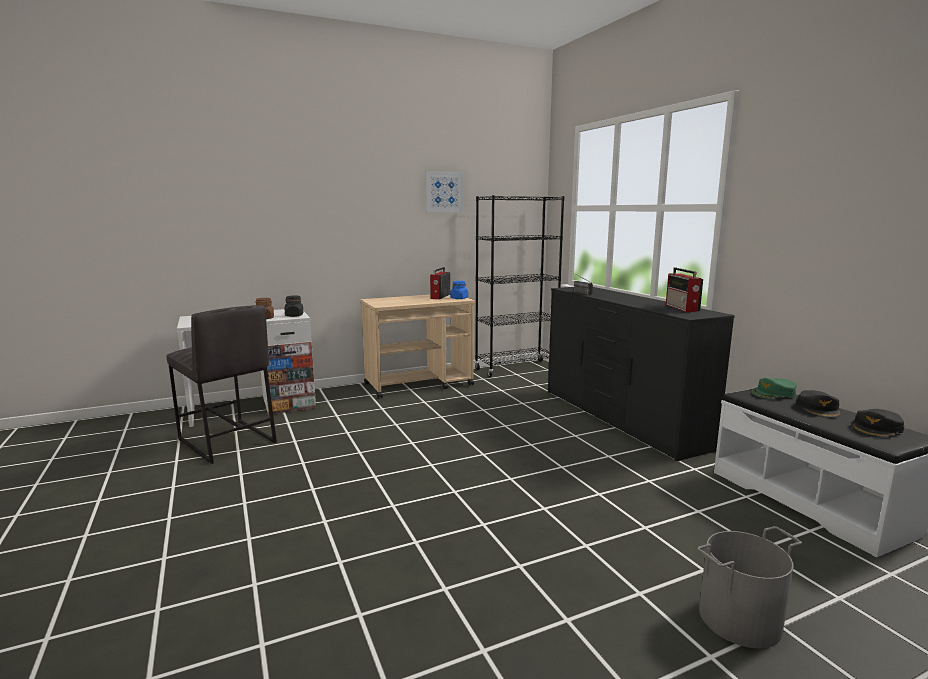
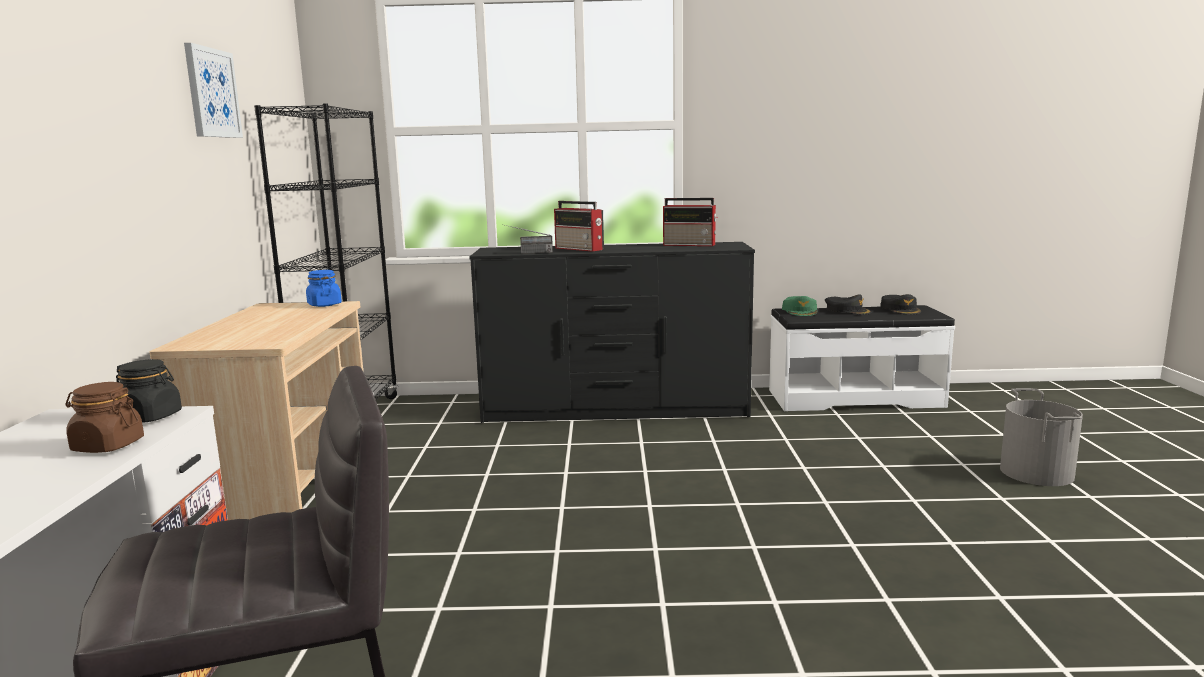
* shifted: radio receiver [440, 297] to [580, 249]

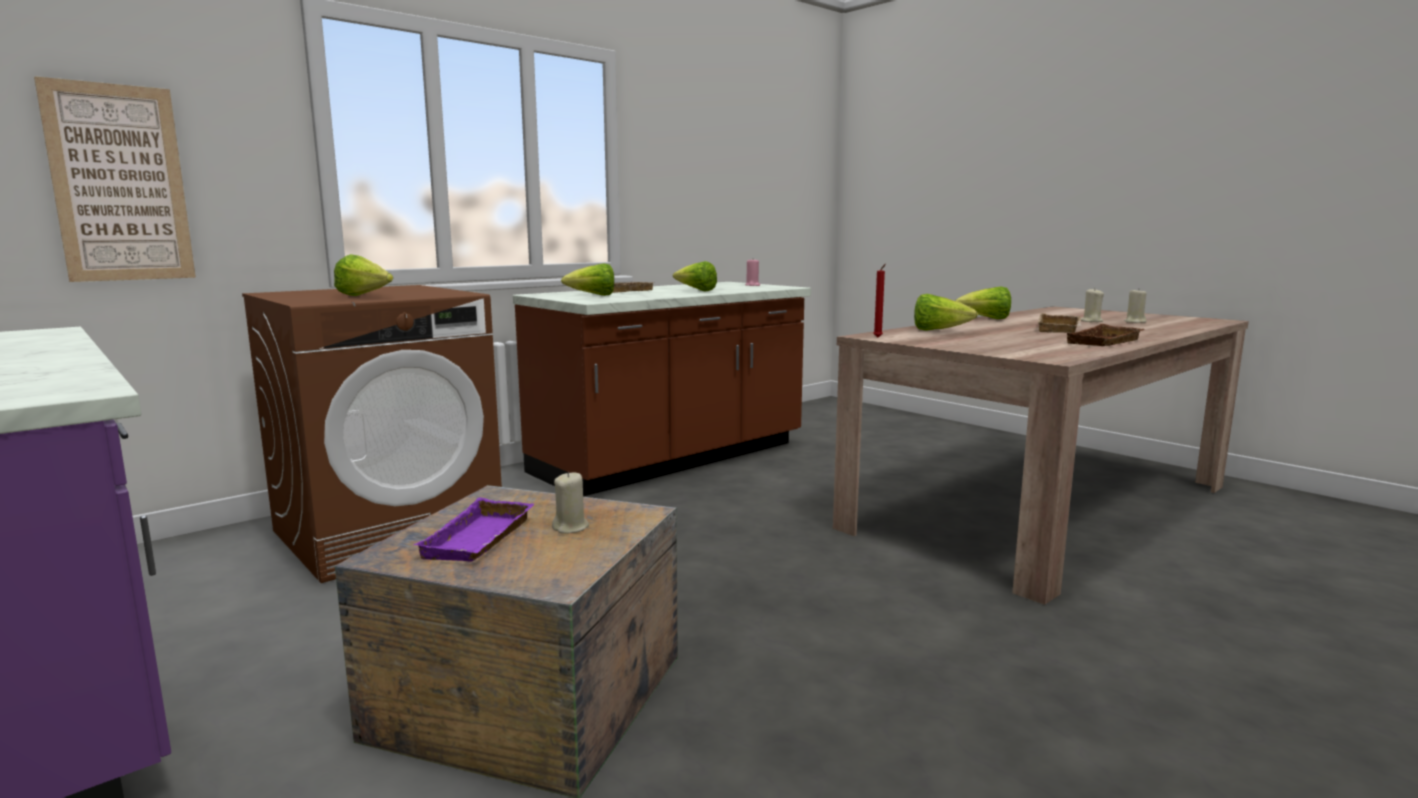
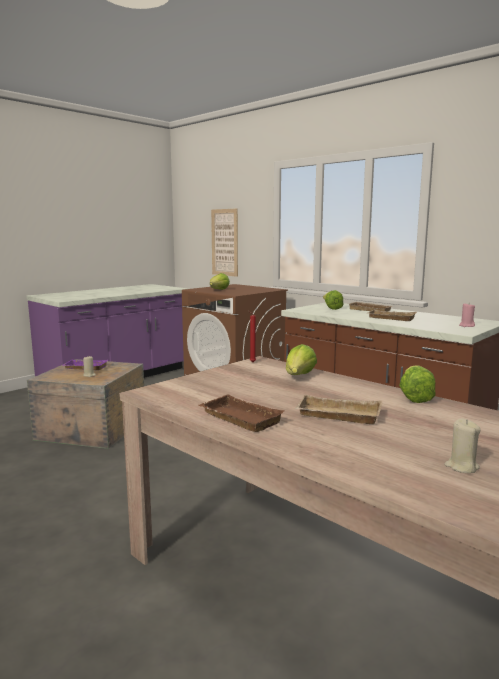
* swapped: head of lettuce [696, 291] to serving tray/sand-coloured [390, 318]
* gone: candle/sand-coloured [1091, 321]

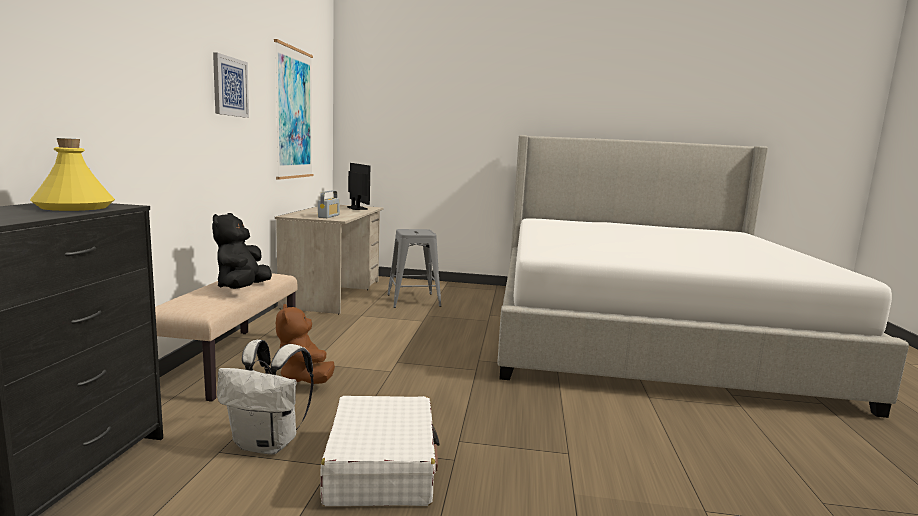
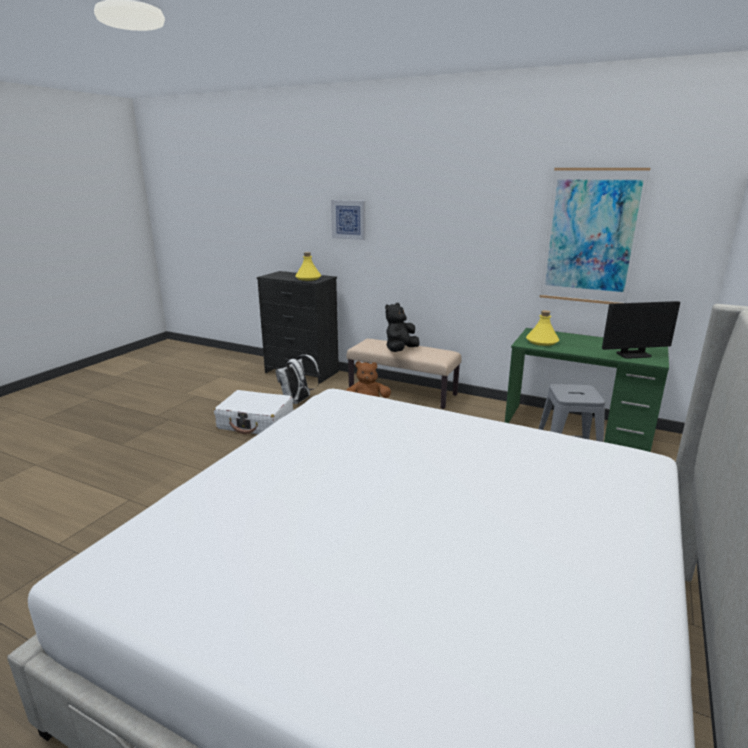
* rotated: soft toy/black-coloured [242, 288] = [400, 350] 75 degrees counterclockwise
* shifted: wall art [230, 86] to [348, 219]
* repainted: desk table/sand-coloured [333, 294] to desk table/green [577, 429]
* swapped: radio receiver [328, 216] to drink bottle/yellowish [542, 341]

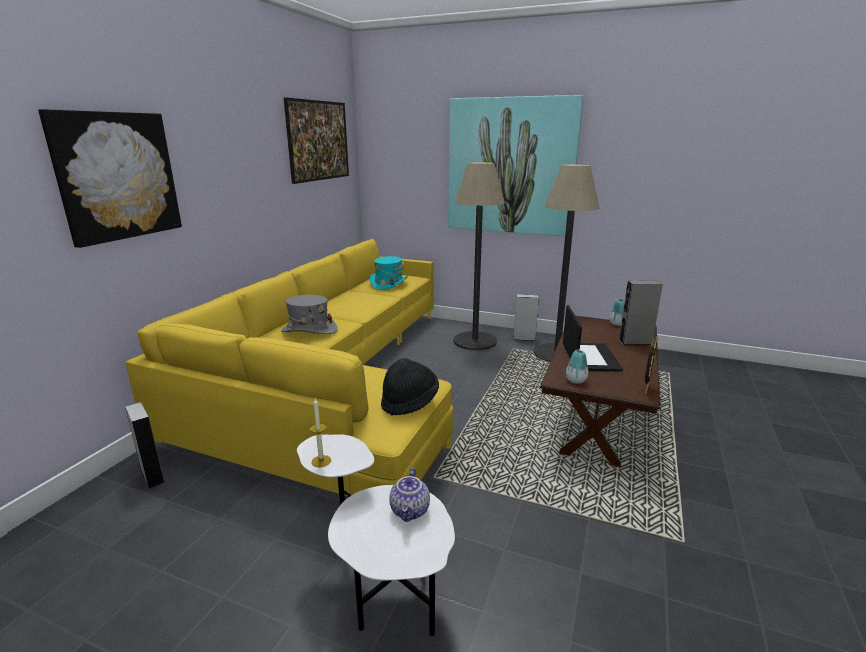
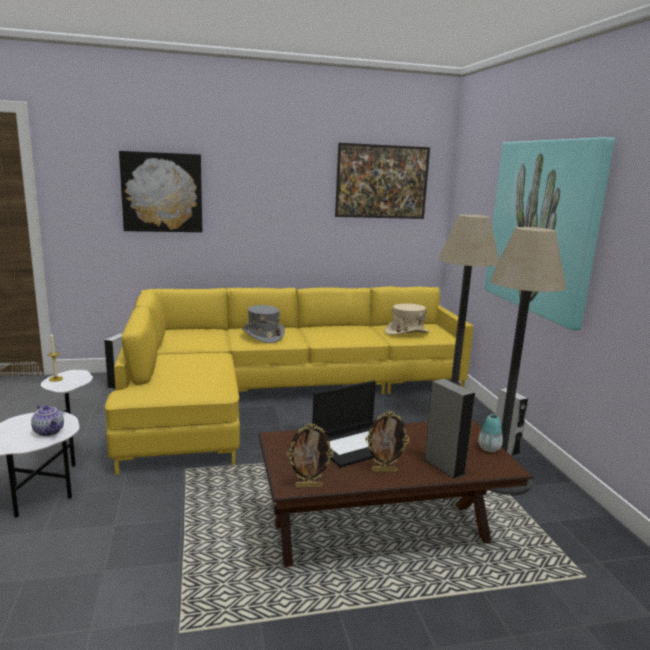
* repainted: wearable hat/turquoise [388, 284] to wearable hat/sand-coloured [407, 332]
* gone: wearable hat/black-coloured [409, 402]
* rotated: tea pot [411, 511] = [49, 431] 105 degrees counterclockwise
* gone: vase [576, 380]
* new: photo frame [384, 470]

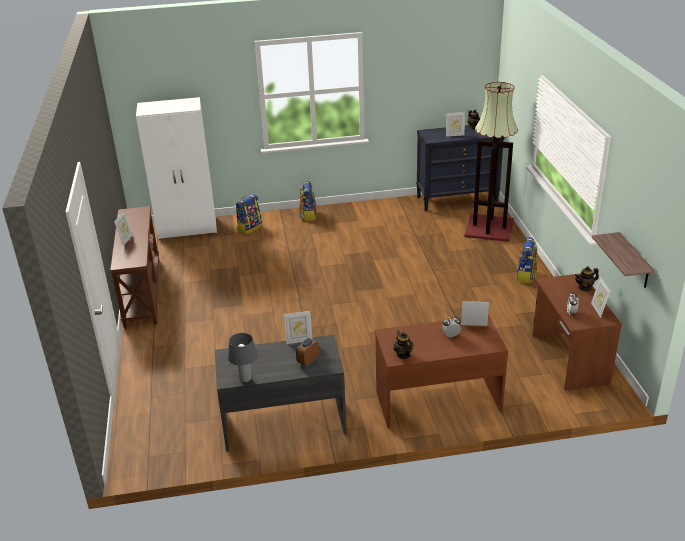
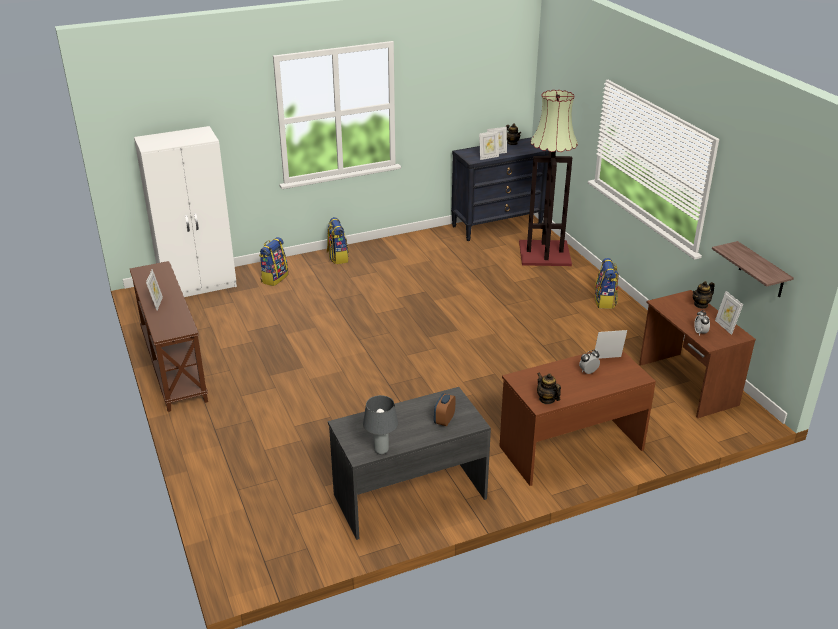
* shifted: photo frame [299, 340] to [488, 157]

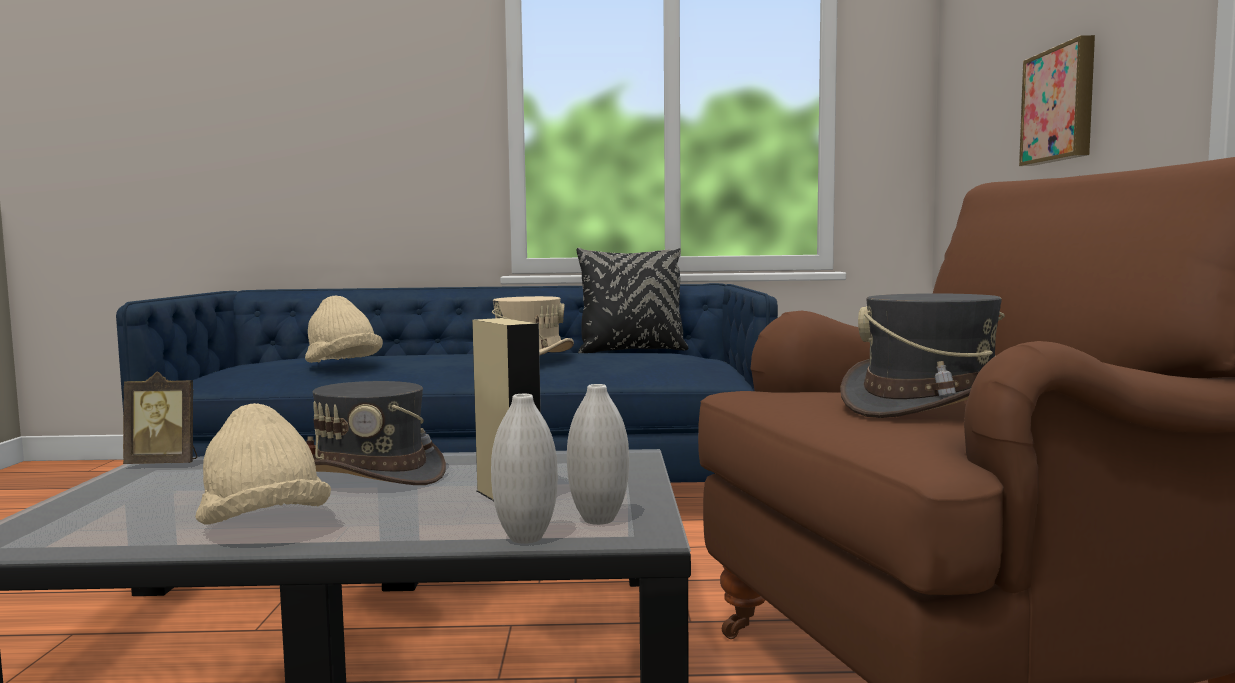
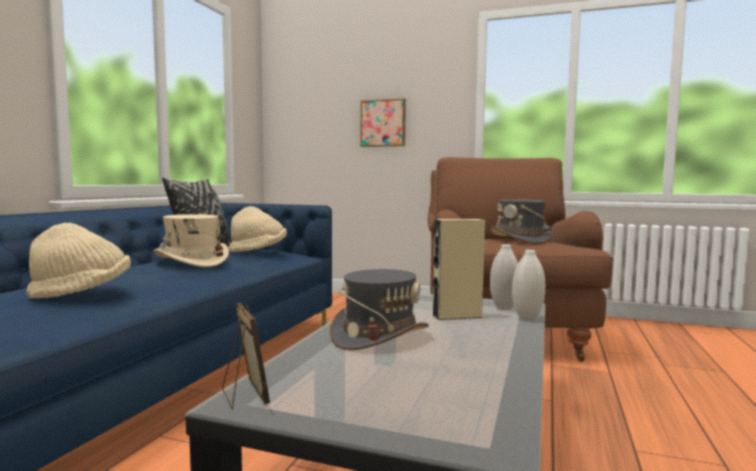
* rotated: photo frame [165, 463] = [244, 396] 45 degrees counterclockwise
* shifted: wearable hat/sand-coloured [263, 527] to [258, 251]

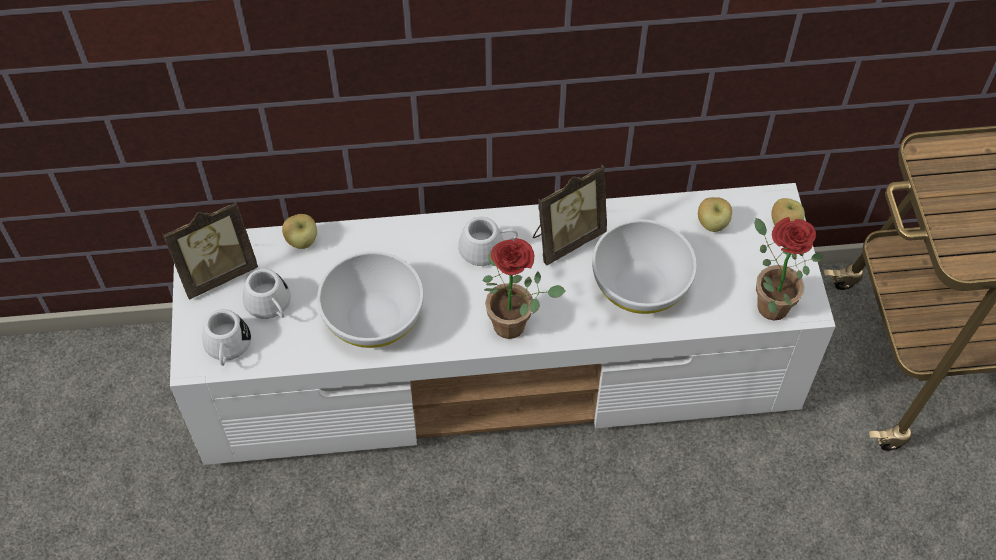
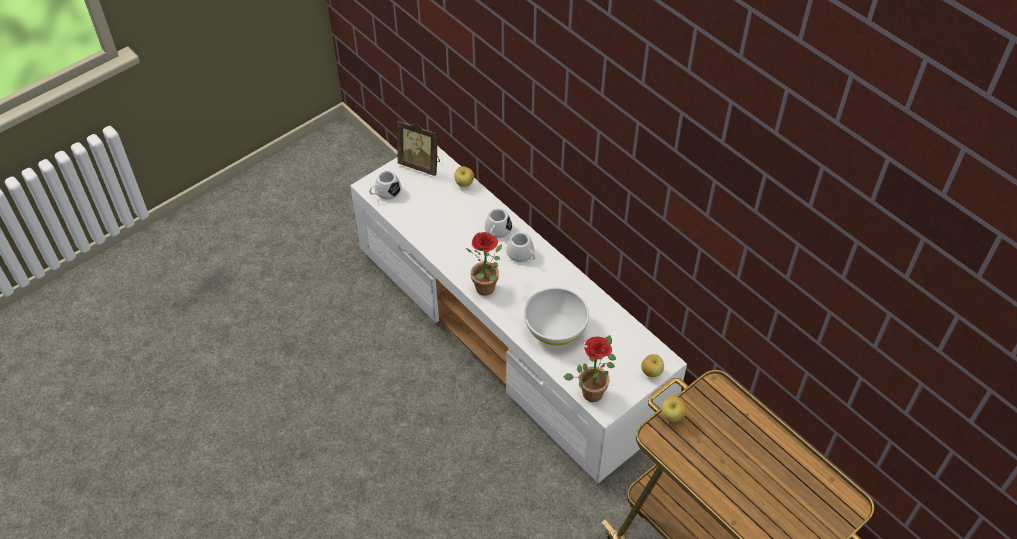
* shifted: coffee mug/whitish [271, 306] to [496, 231]
* gone: deep dish/whitish [374, 317]
* gone: photo frame [566, 238]
* shifted: whole apple [712, 224] to [672, 416]

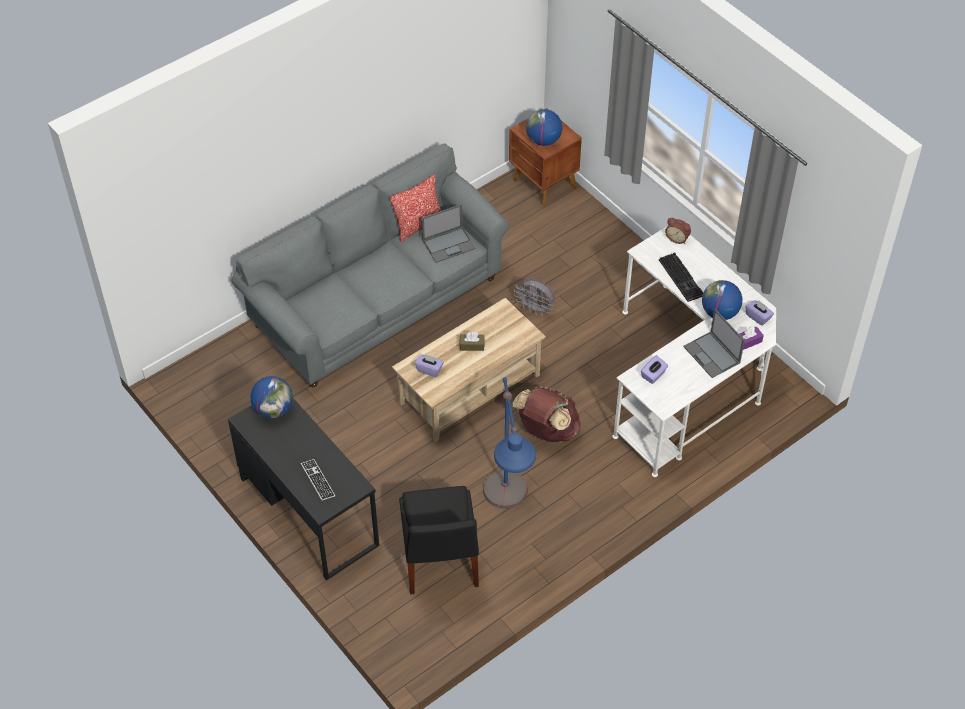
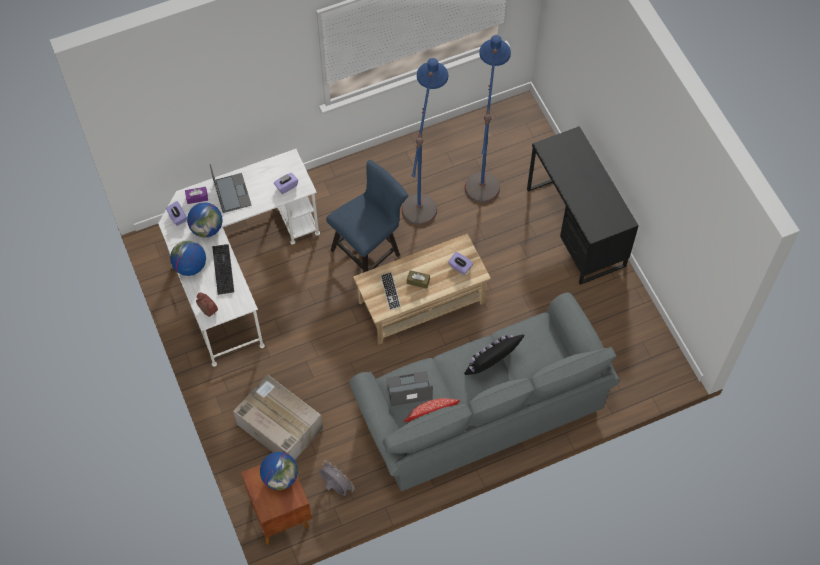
* shifted: world globe [274, 409] to [190, 266]
* shifted: PC keyboard [318, 480] to [390, 291]
* swapped: upright chair/black-coloured [439, 562] to standing lamp/blue [484, 167]
* swapped: rucksack/brownish [547, 430] to upright chair/blue [369, 250]
* shifted: electric fan/grey [535, 309] to [335, 486]
* new: cardboard box [279, 426]
* new: throw pillow/black-coloured [492, 366]

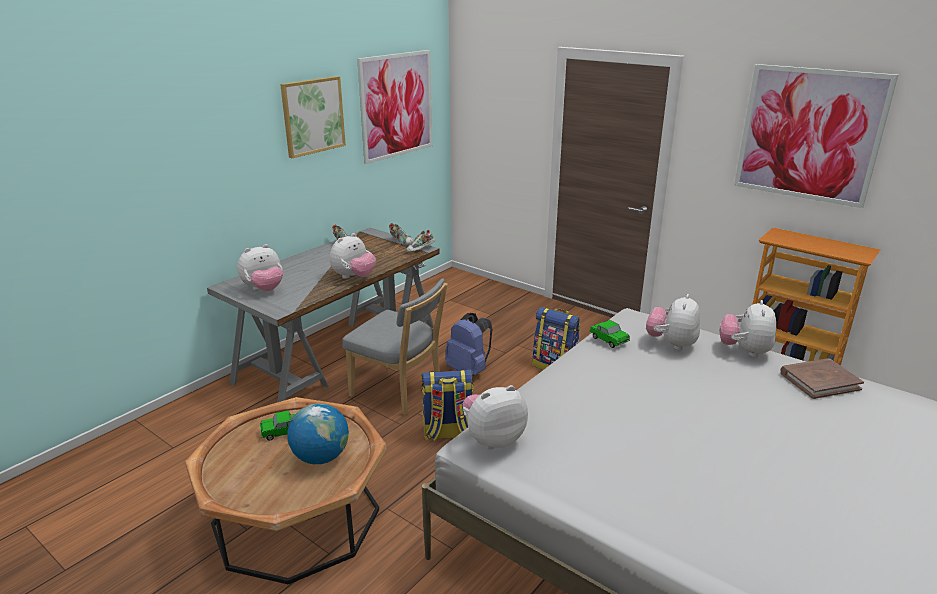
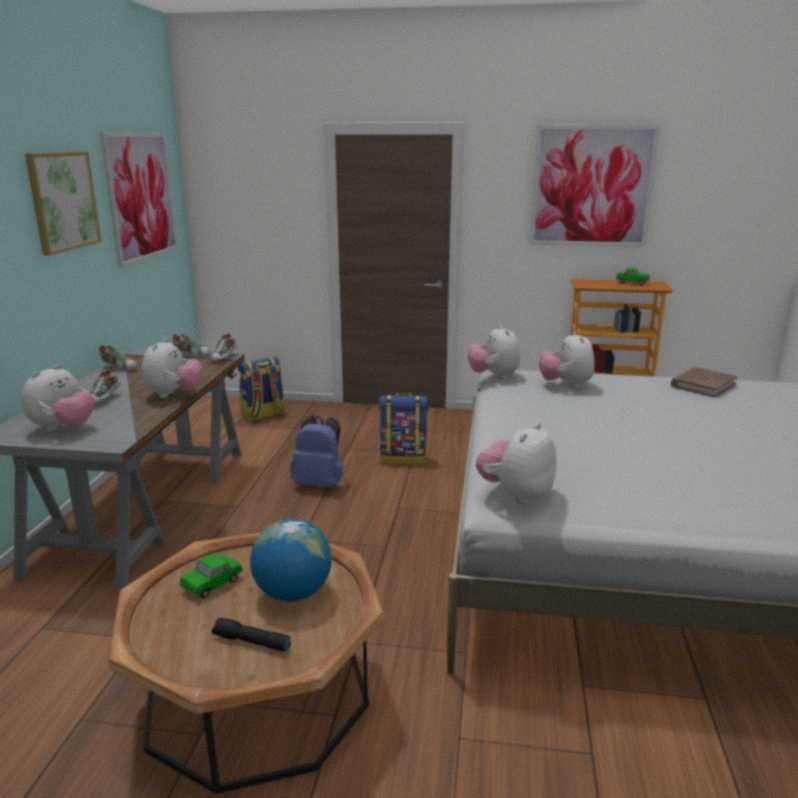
* gone: upright chair/grey [399, 392]
* shifted: rucksack [447, 433] to [263, 415]
* shifted: toy car [609, 340] to [632, 283]
* shifted: soft toy [744, 351] to [493, 376]
* new: shoe [105, 400]
* new: hand torch/black-coloured [251, 642]

